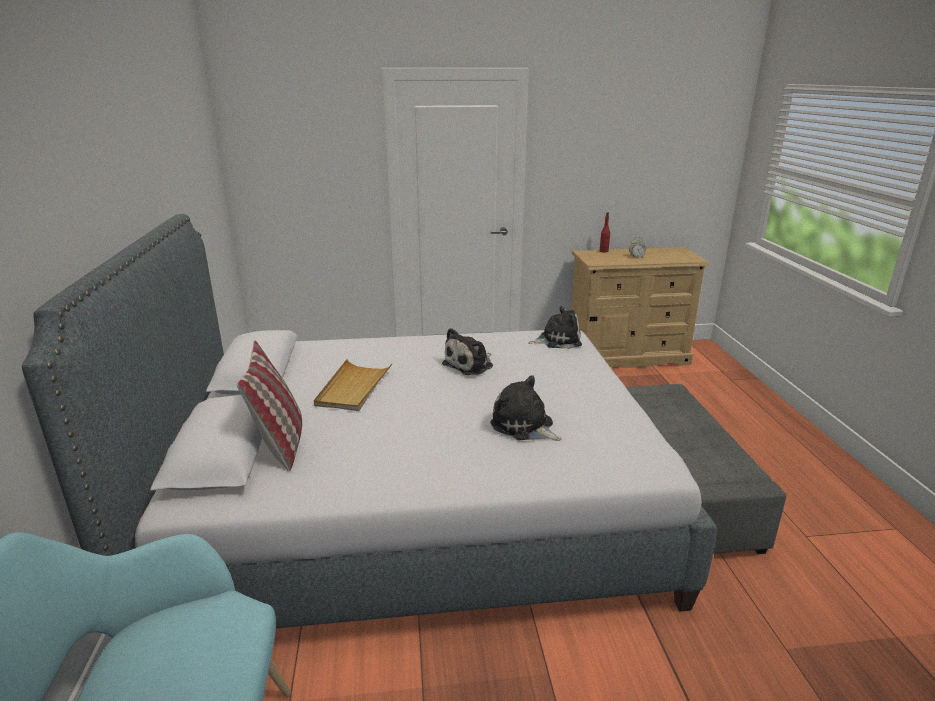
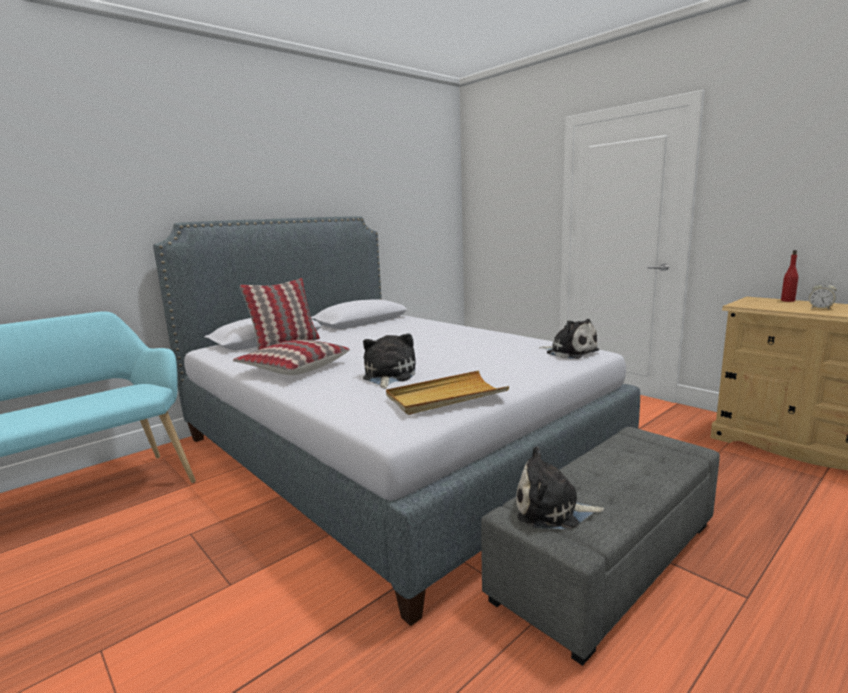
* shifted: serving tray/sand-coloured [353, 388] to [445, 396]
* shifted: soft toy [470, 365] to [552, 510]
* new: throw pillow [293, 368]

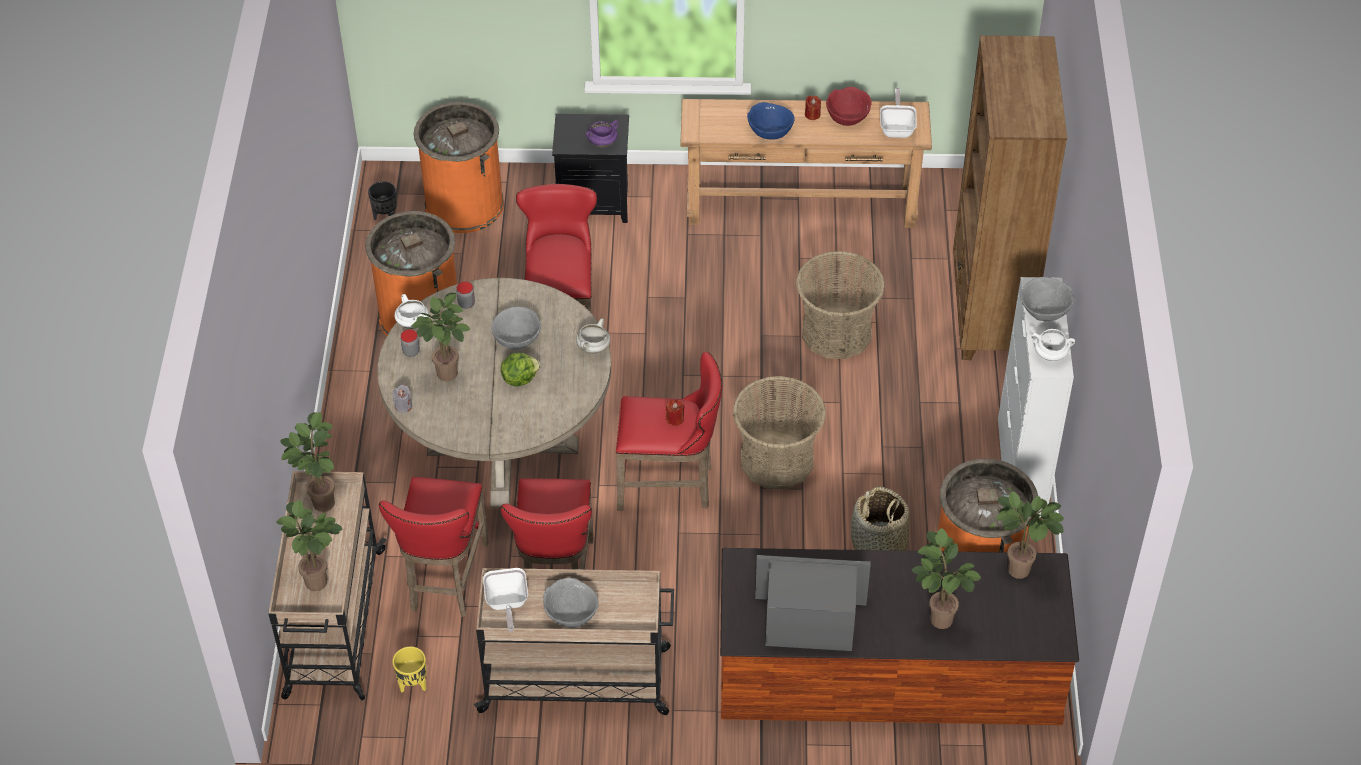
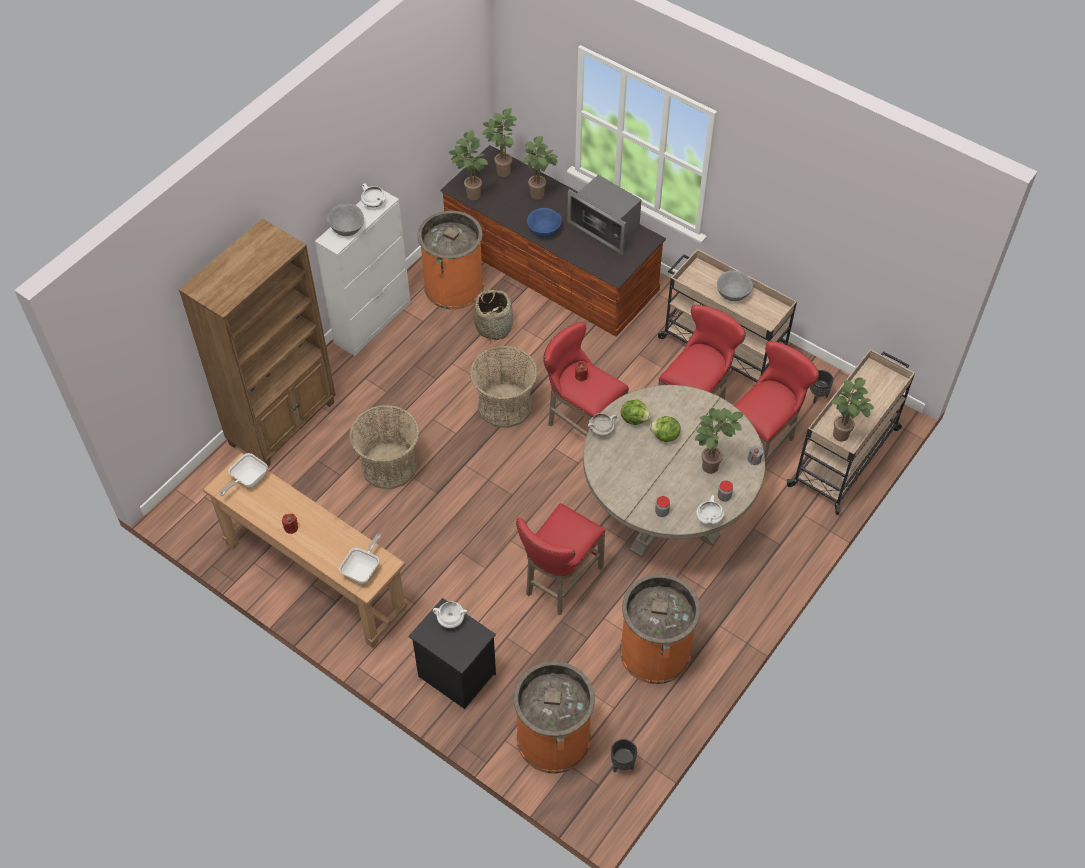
* shifted: houseplant [320, 583] to [502, 170]
* repainted: plant pot/yellowish [412, 684] to plant pot/black-coloured [818, 396]
* shifted: pan [506, 604] to [363, 569]
* gone: deep dish/grey [516, 338]
* repainted: saucepot/purplish [602, 142] to saucepot/whitish [450, 620]
* shifted: deep dish/blue [770, 130] to [544, 230]
* gone: deep dish/red [848, 116]
* new: head of lettuce [634, 418]

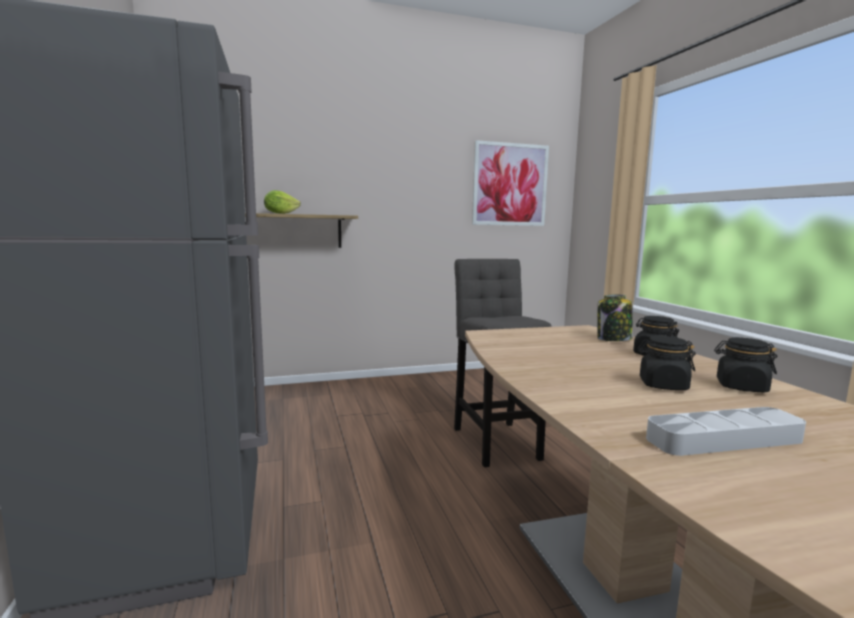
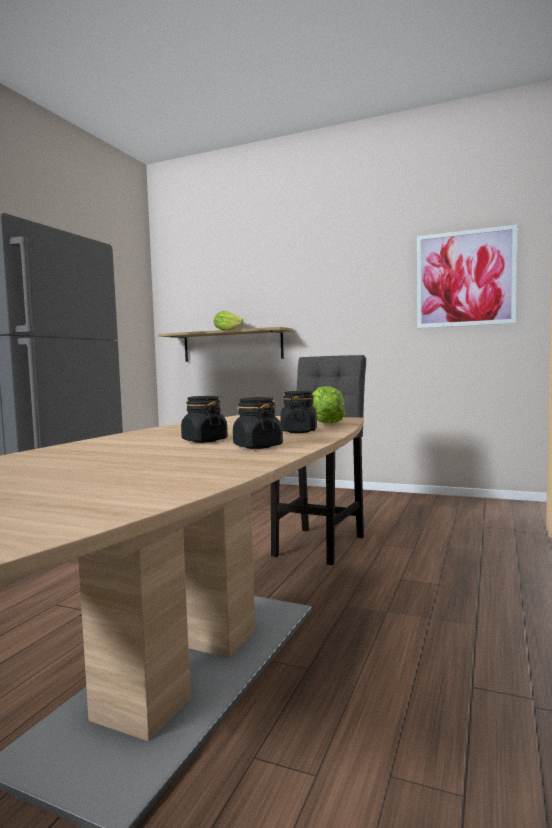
* swapped: preserve jar [613, 339] to head of lettuce [325, 423]
* gone: serving tray/grey [724, 439]

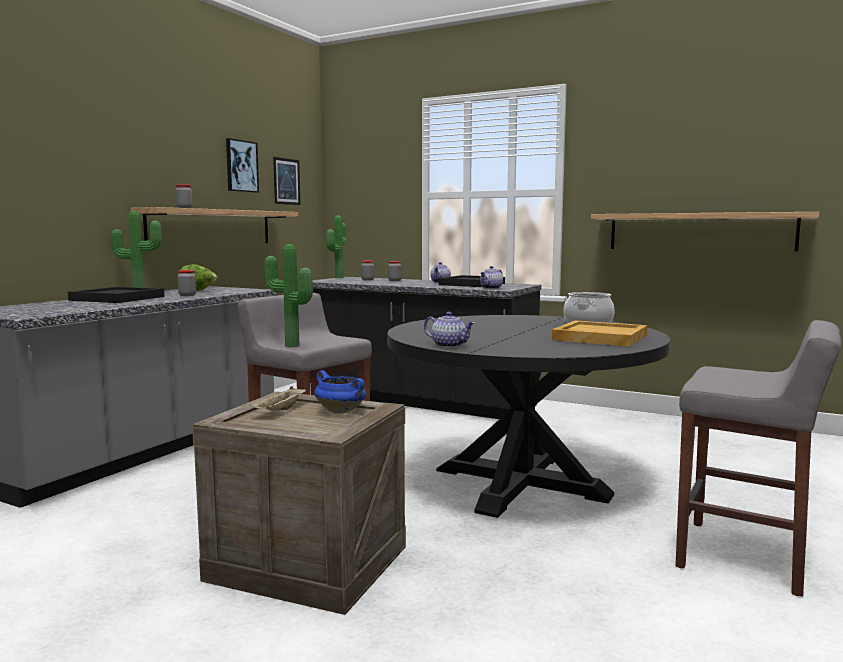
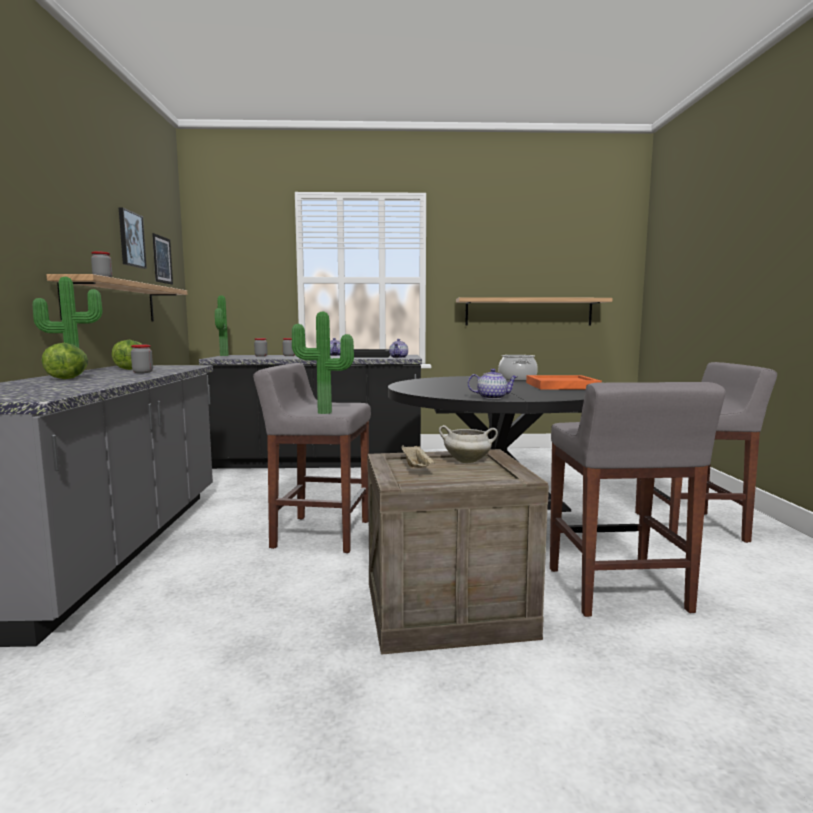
* swapped: serving tray/black-coloured [116, 298] to head of lettuce [68, 378]
* repainted: saucepot/blue [341, 412] to saucepot/whitish [468, 461]
* repainted: serving tray/sand-coloured [599, 337] to serving tray/orange-coloured [561, 386]
* new: stool seat/grey [617, 591]

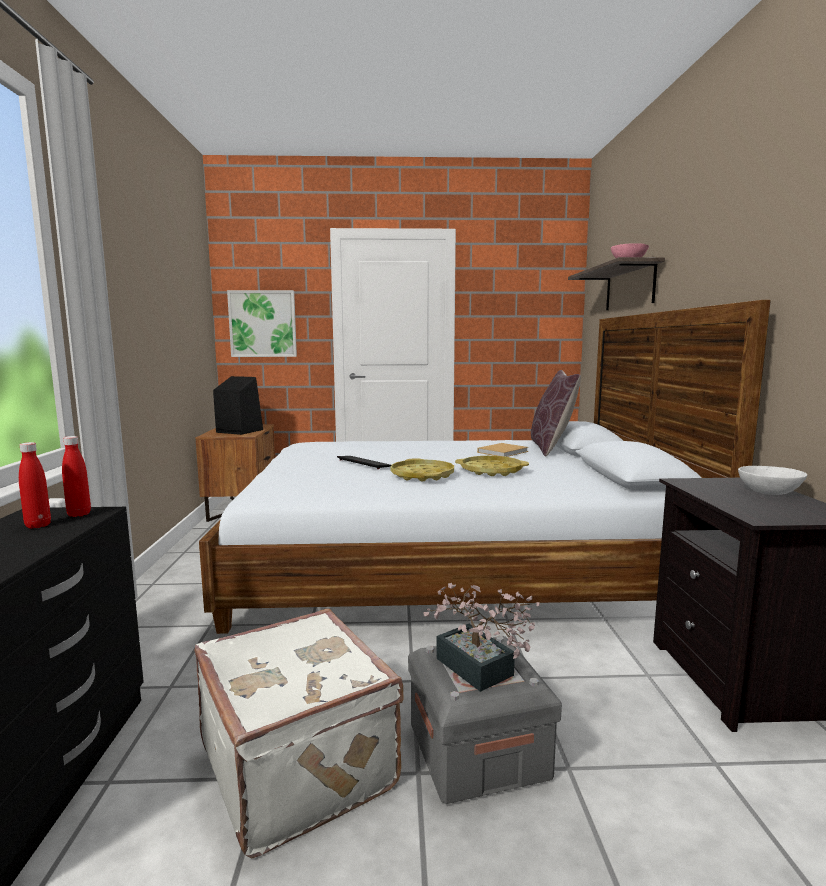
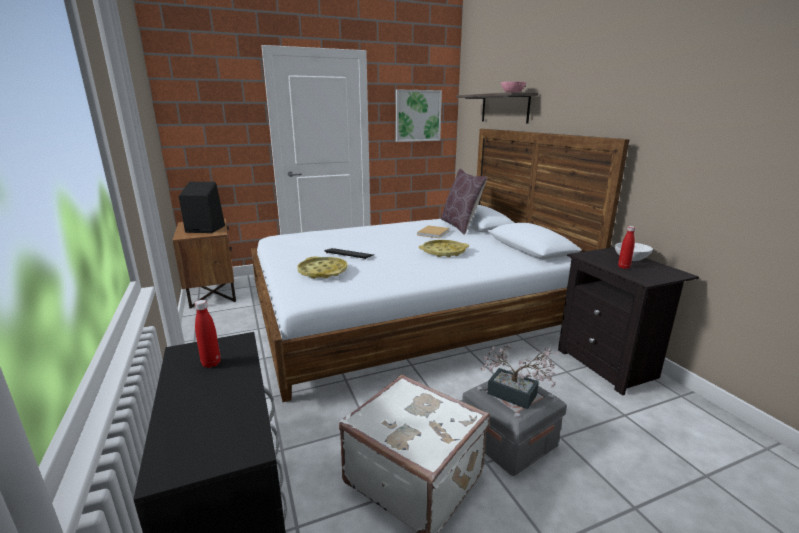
* shifted: drink bottle/red [79, 514] to [623, 267]
* shifted: wall art [263, 324] to [418, 116]
* shifted: serving tray/yellowish [422, 475] to [323, 272]

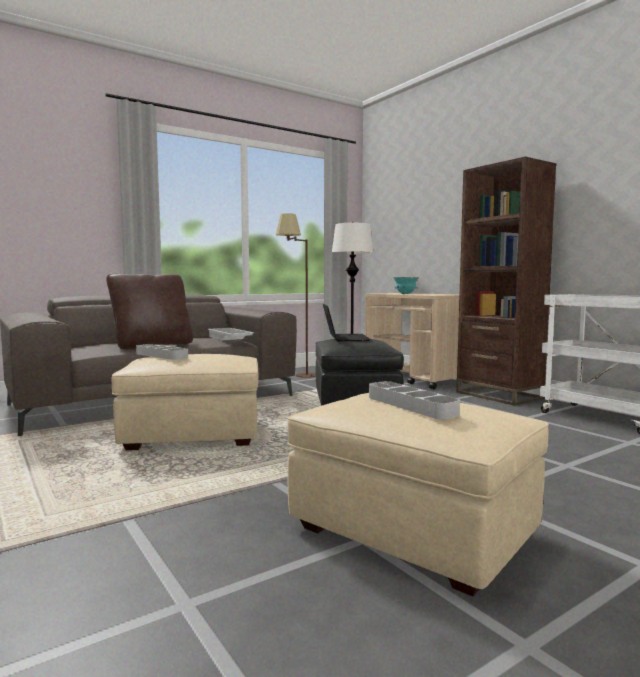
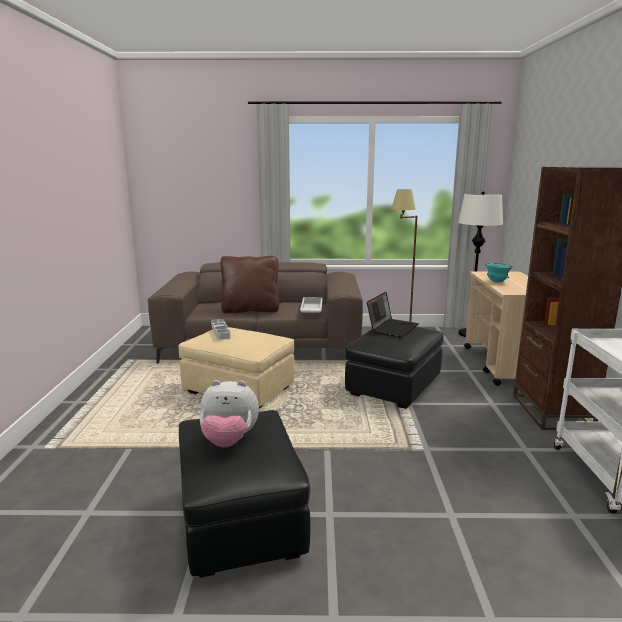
* repainted: pouffe/sand-coloured [412, 532] to pouffe/black-coloured [240, 521]
* swapped: serving tray/grey [410, 405] to soft toy [229, 441]

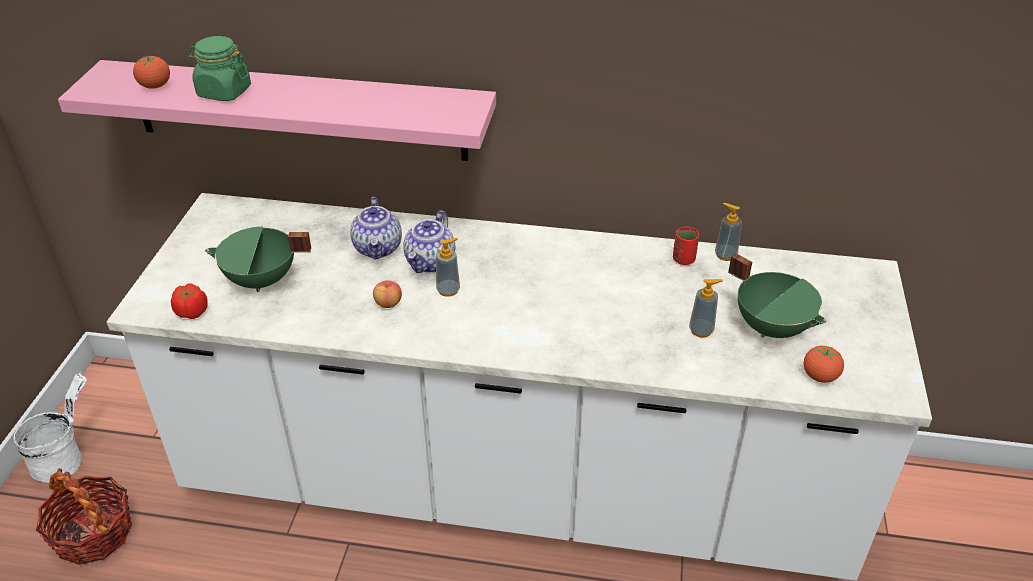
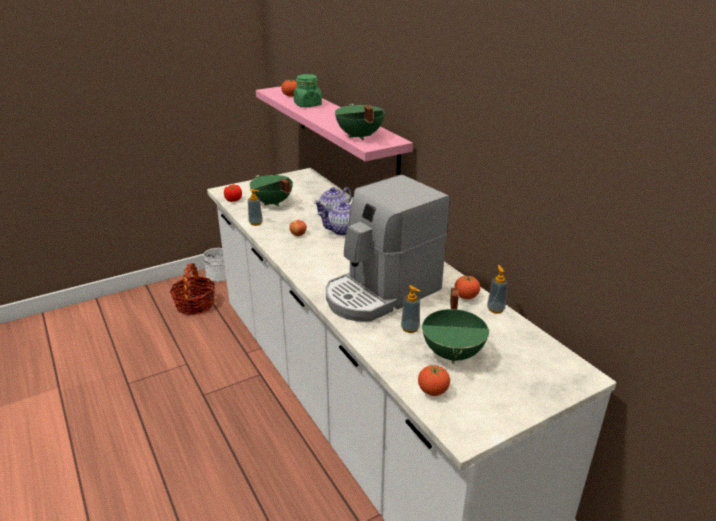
* shifted: soap bottle [448, 290] to [256, 223]
* swapped: small cup/red [683, 259] to whole tomato [466, 297]
* new: coffee maker [381, 293]
* new: saucepot/green [359, 136]

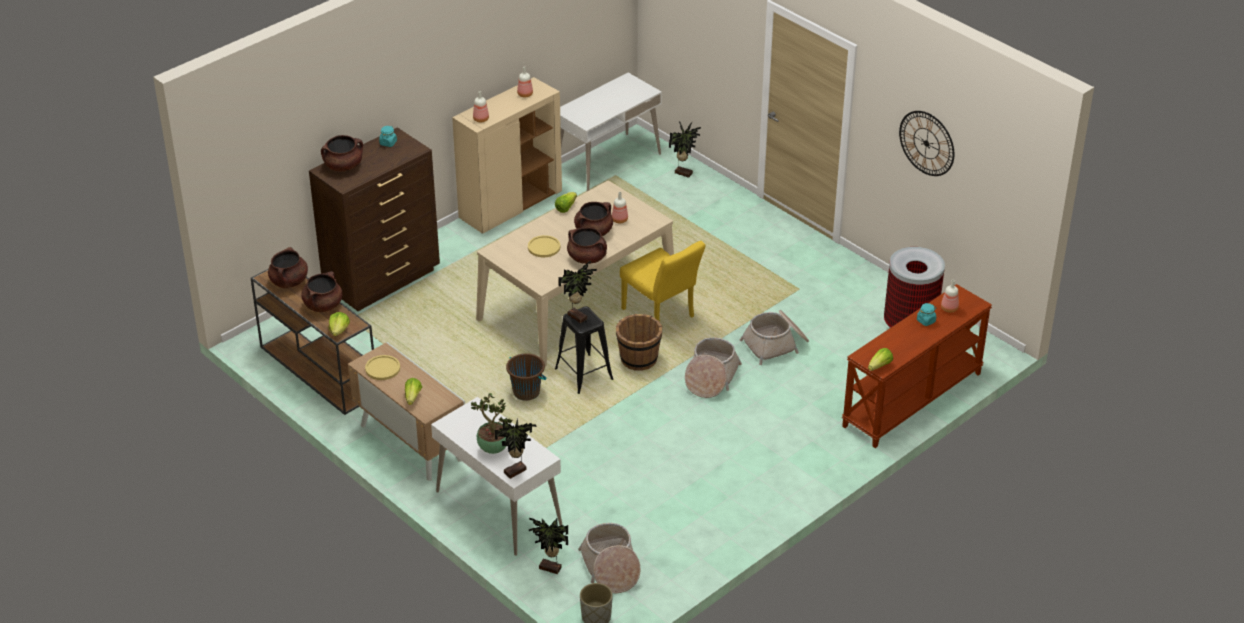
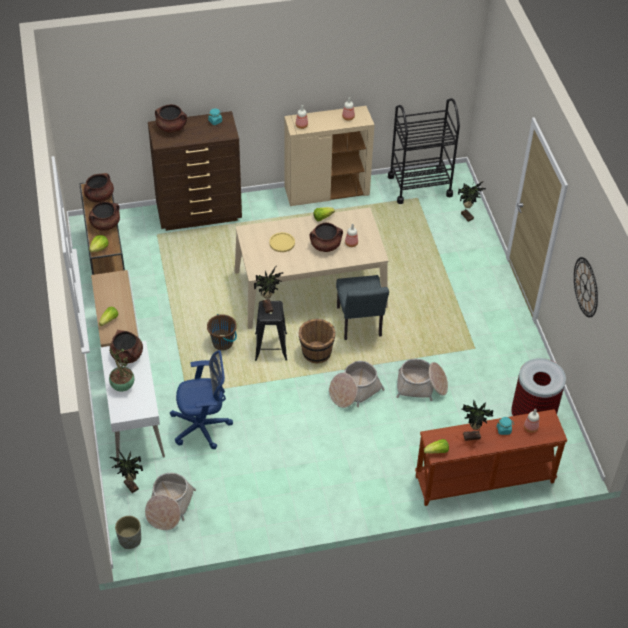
* gone: plate/yellowish [382, 368]
* shifted: houseplant [516, 472] to [472, 437]
* swapped: desk table/whitish [607, 163] to wheeled cart/black-coloured [419, 186]
* shifted: saucepot/brownish [587, 258] to [127, 355]
* repainted: upright chair/yellowish [661, 316] to upright chair/grey [360, 325]
* new: office chair/blue [203, 427]

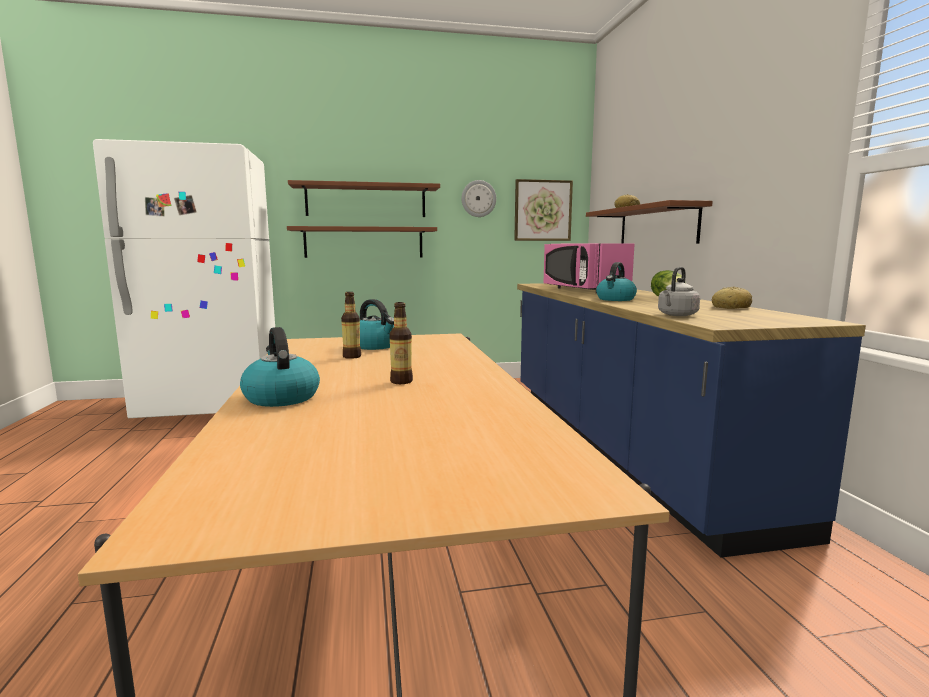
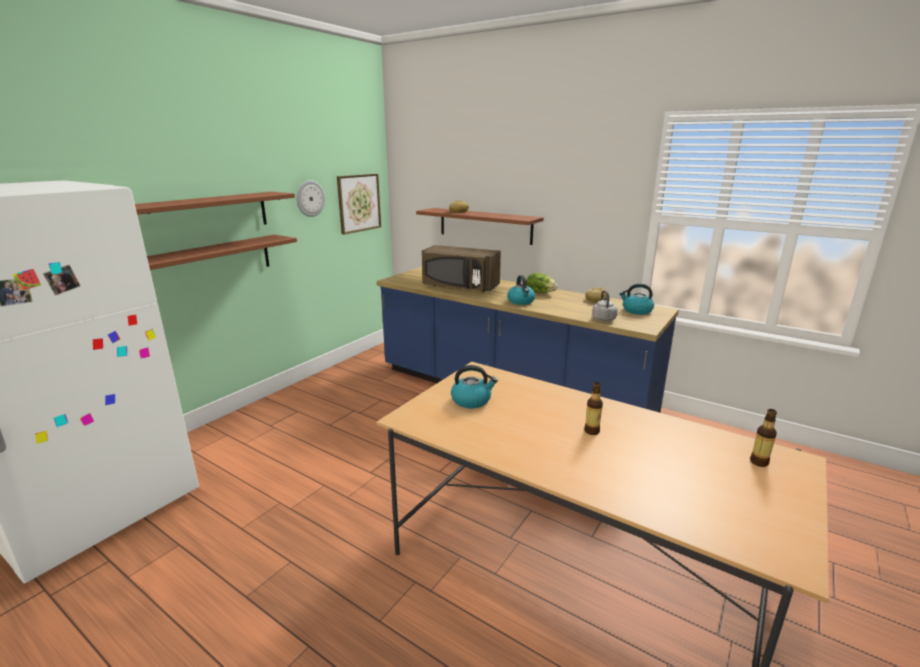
* shifted: kettle [281, 397] to [636, 311]
* shifted: drink bottle [352, 356] to [759, 462]
* repainted: microwave/pink [583, 290] to microwave/brownish [459, 287]

